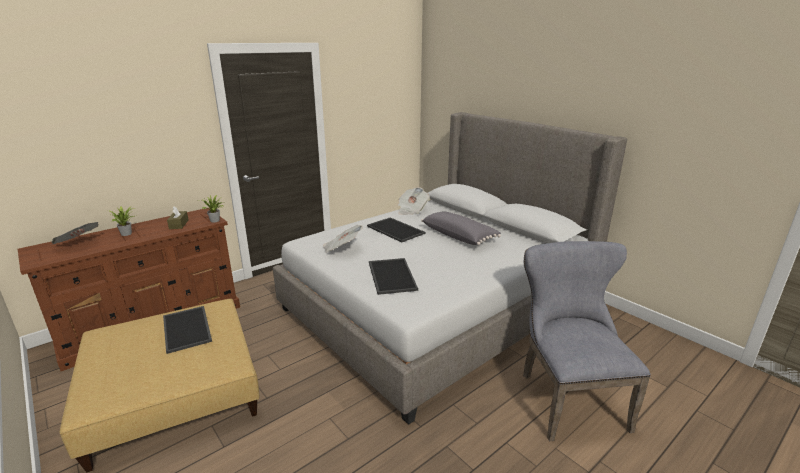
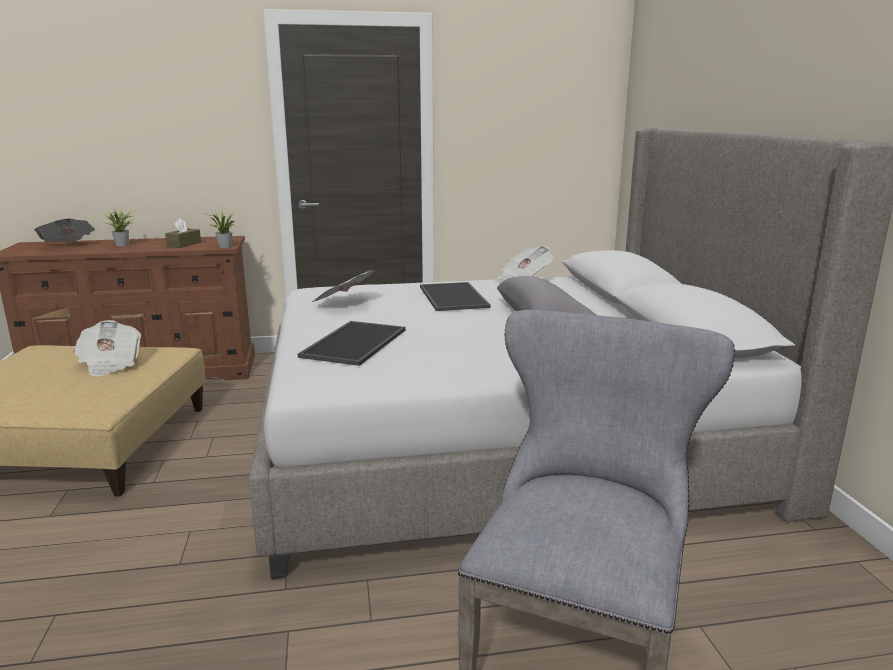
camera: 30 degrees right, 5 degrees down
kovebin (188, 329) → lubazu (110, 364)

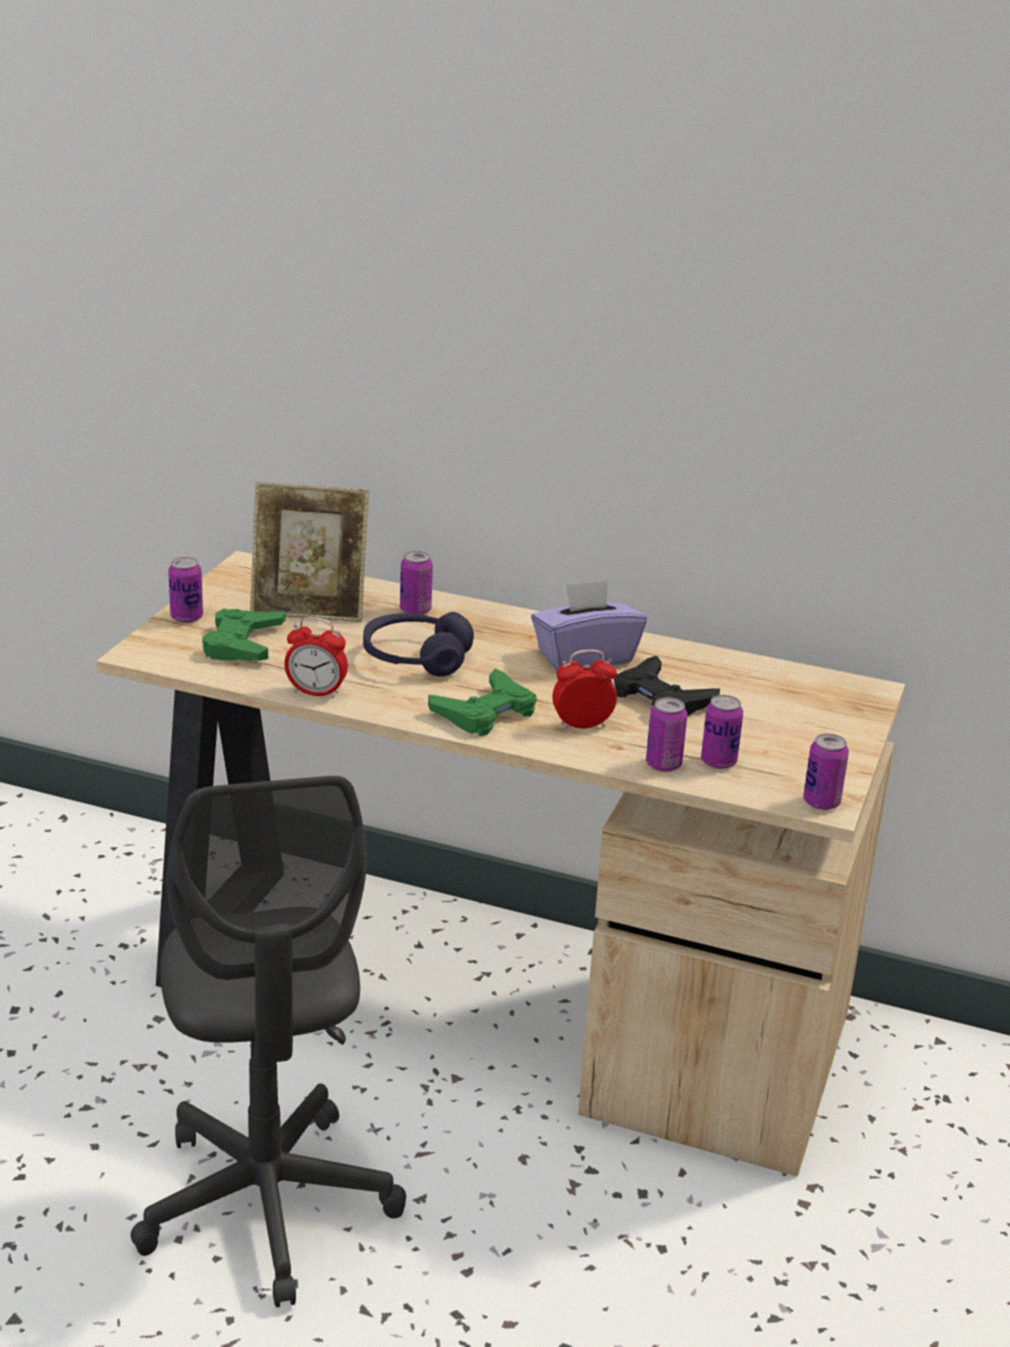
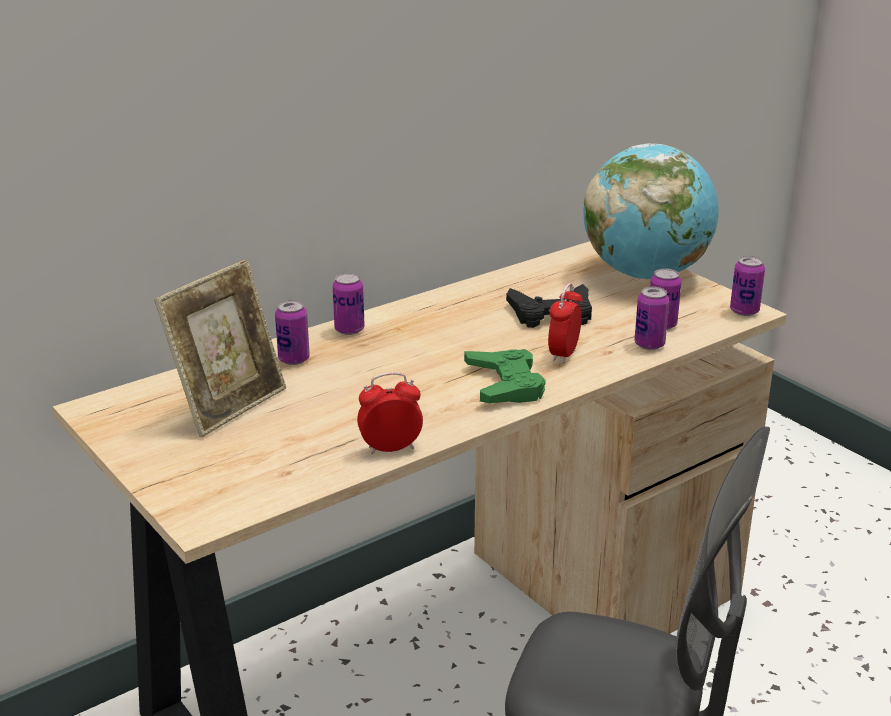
camera: 55 degrees left, 0 degrees up
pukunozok (186, 617) → pukunozok (349, 329), move
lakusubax (316, 692) → lakusubax (391, 448), 150 degrees counterclockwise
- → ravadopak (645, 274)
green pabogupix (243, 644) → -
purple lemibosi (416, 659) → -
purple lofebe (585, 657) → -

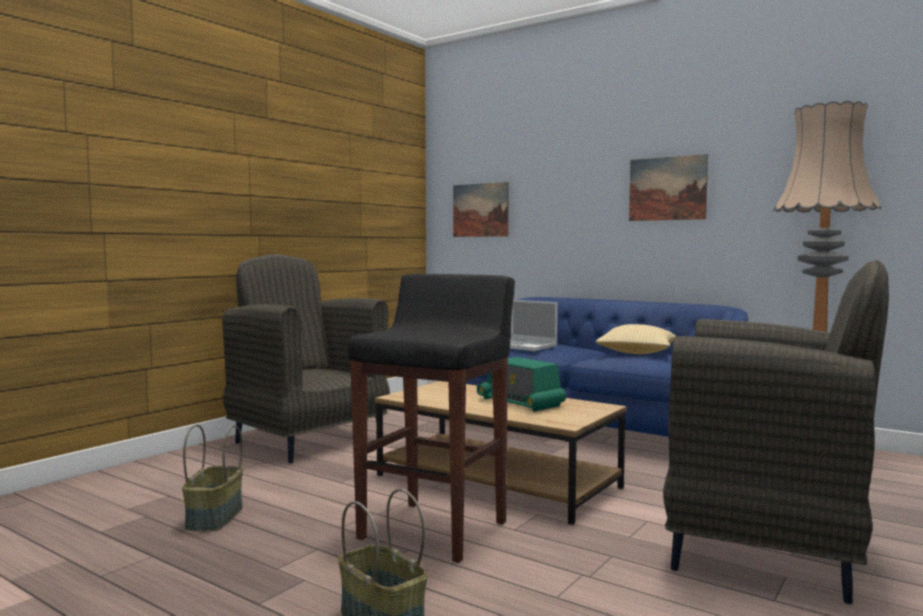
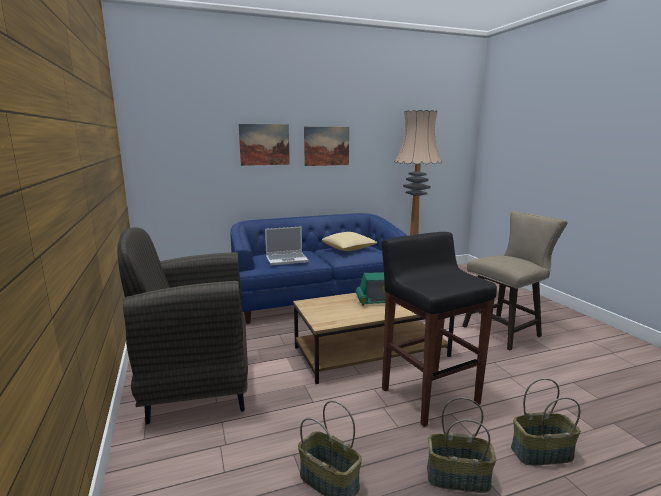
camera: 55 degrees left, 10 degrees up
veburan (480, 210) → veburan (264, 144), move
- → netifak (457, 478)
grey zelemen (766, 550) → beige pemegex (505, 330)

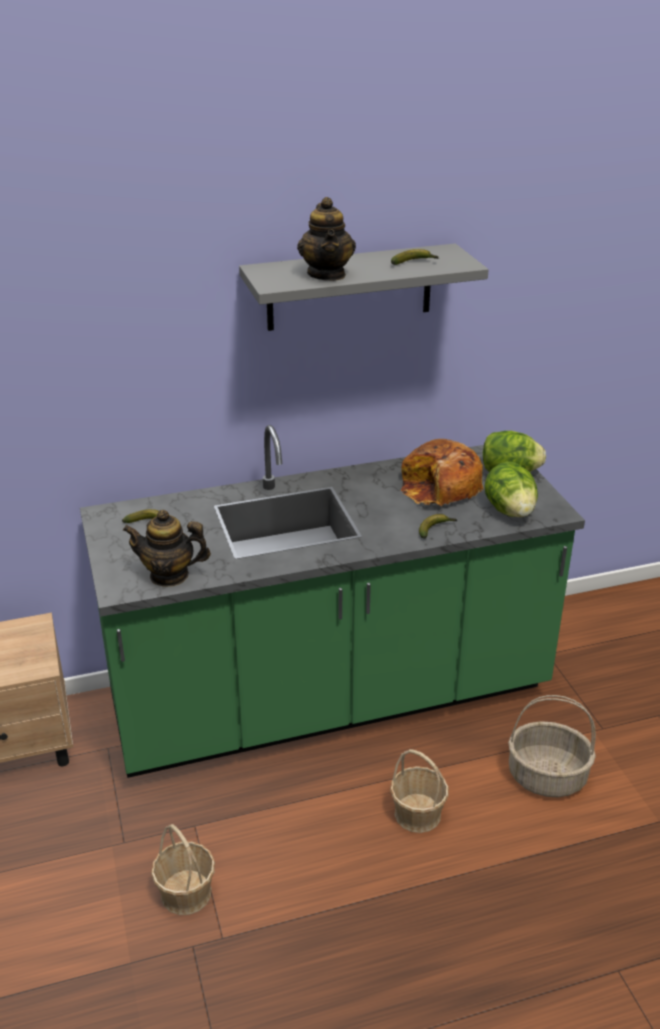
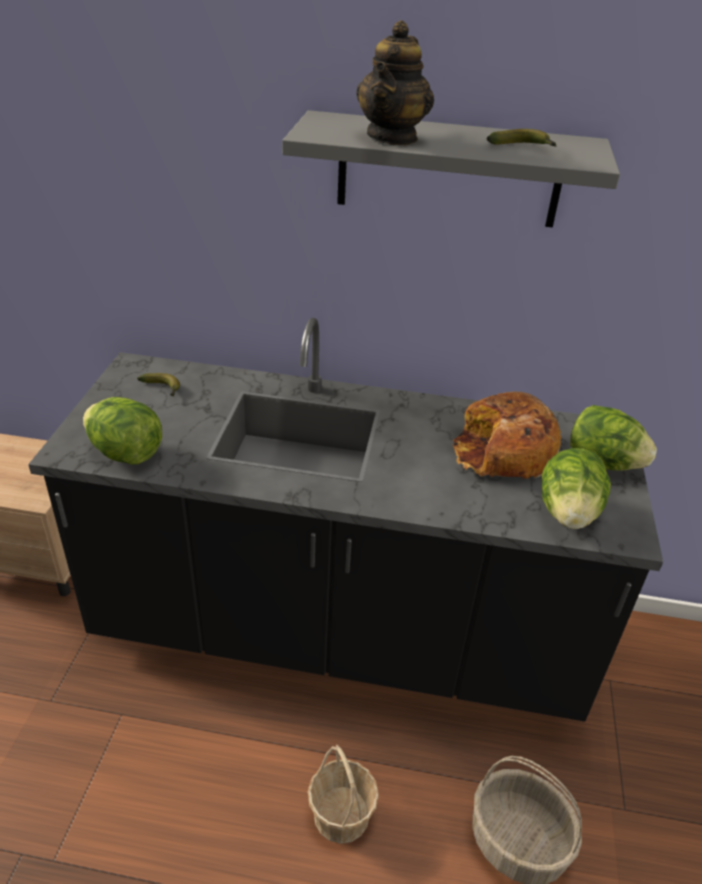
camera: 25 degrees right, 5 degrees up
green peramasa (330, 700) → black peramasa (339, 633)
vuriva (169, 575) → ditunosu (126, 453)
netifak (186, 892) → -
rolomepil (436, 529) → -

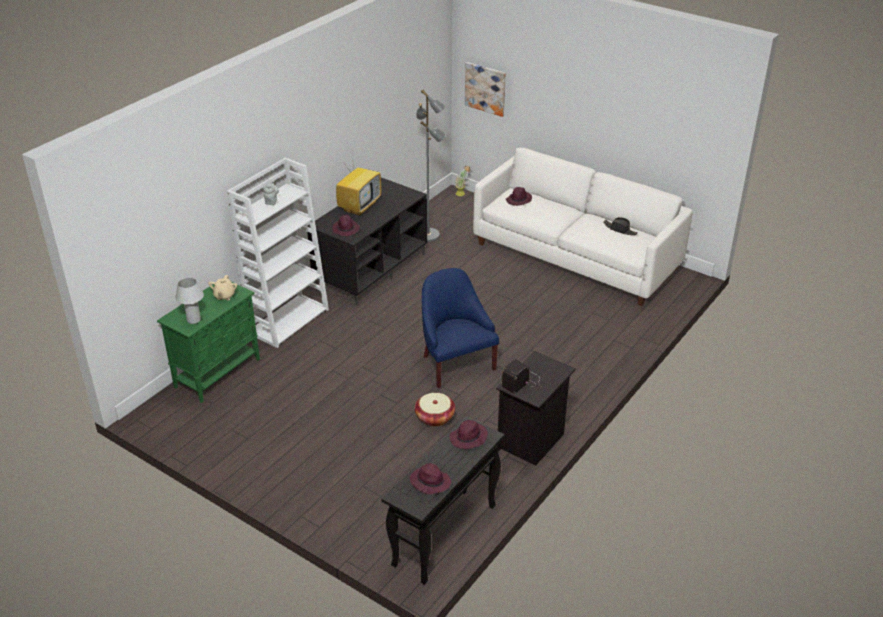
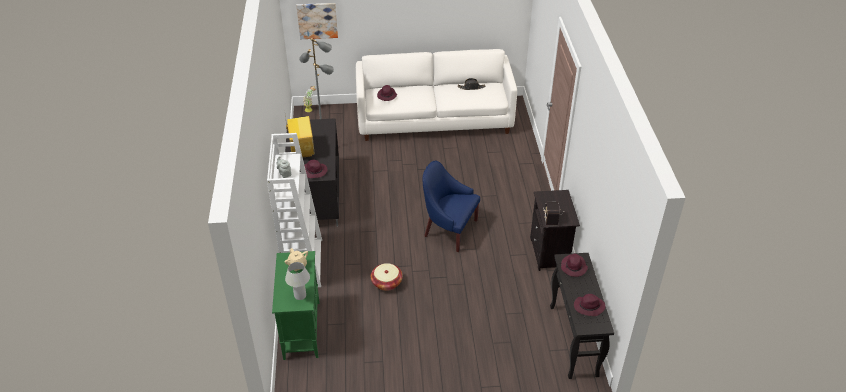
camera: 40 degrees left, 5 degrees up
netifak (434, 417) → netifak (386, 283), move

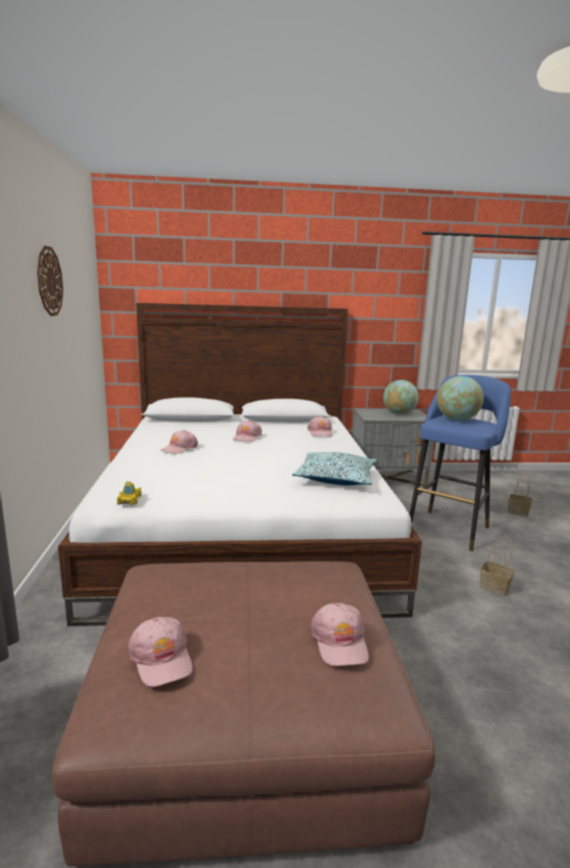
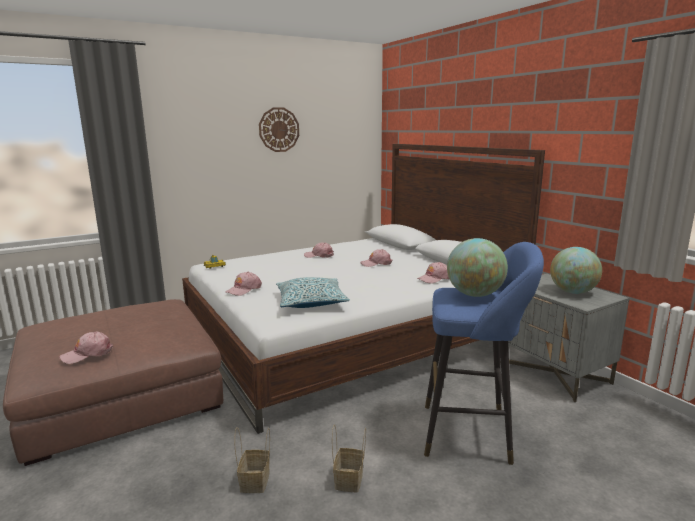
camera: 65 degrees right, 0 degrees up
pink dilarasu (161, 658) → pink dilarasu (243, 289), move
netifak (519, 512) → netifak (255, 482), move

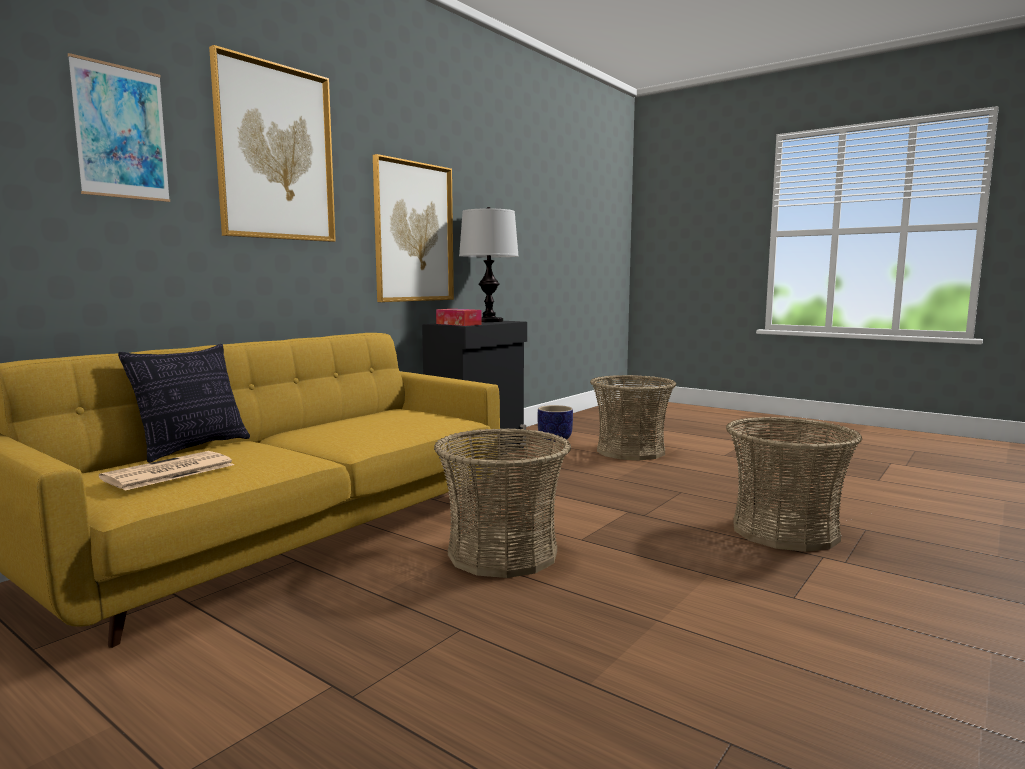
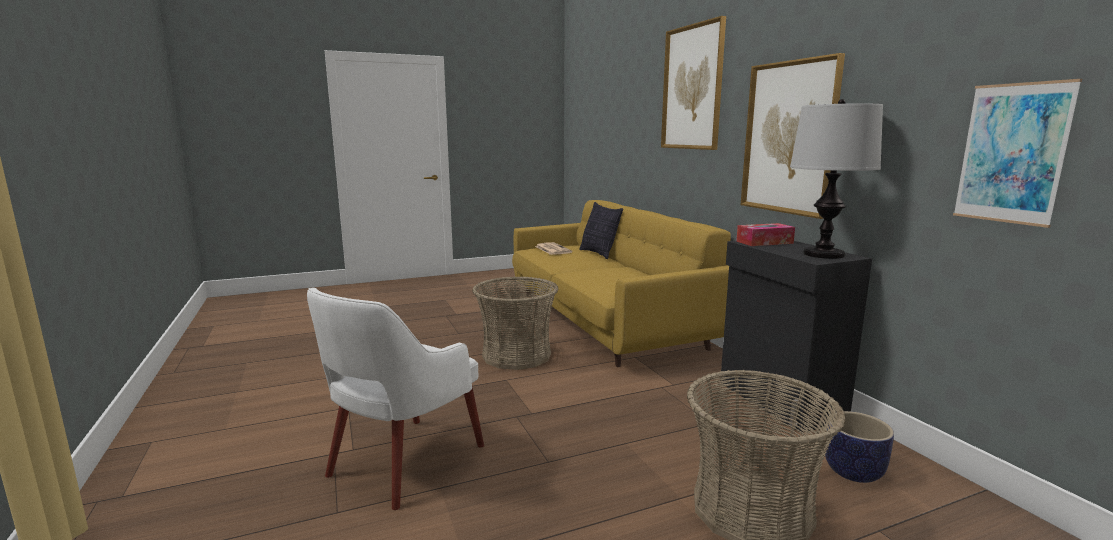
camera: 120 degrees right, 5 degrees up
netifak (785, 531) → white zelemen (403, 462)
veburan (121, 132) → veburan (1012, 153), move

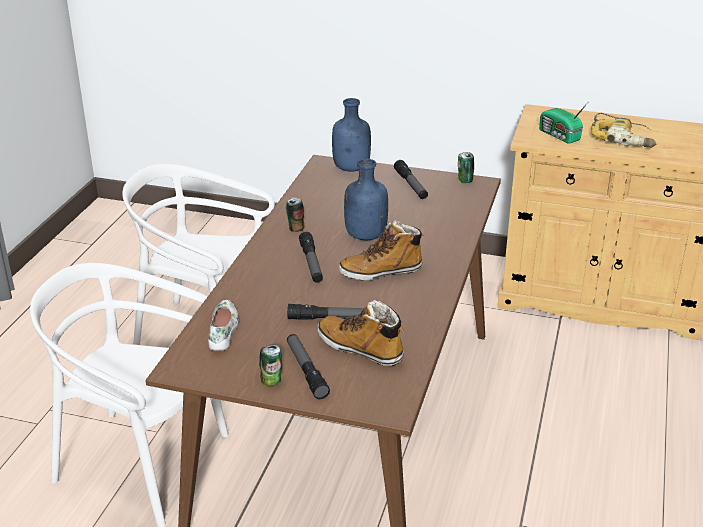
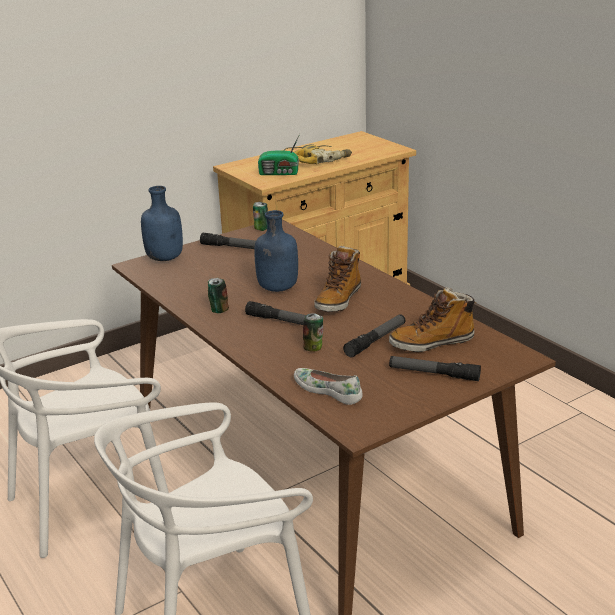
camera: 50 degrees left, 5 degrees down
pukunozok (272, 381) → pukunozok (313, 348), move

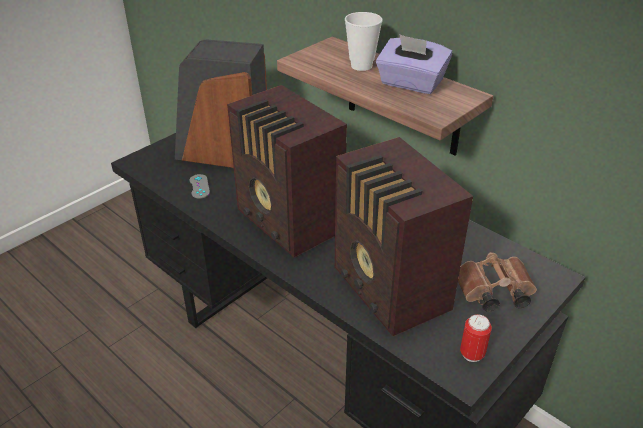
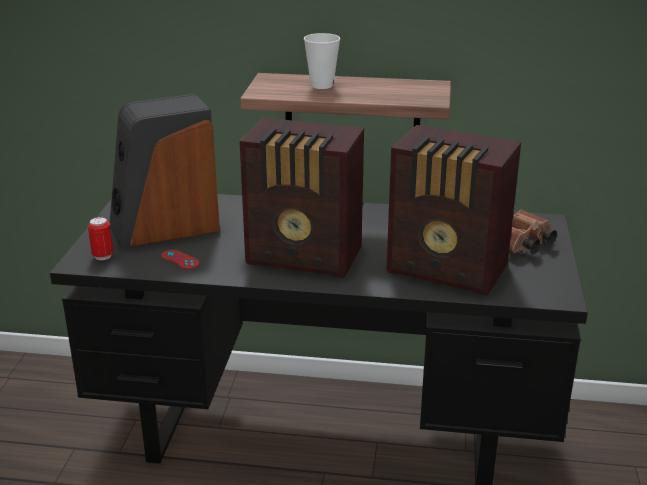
camera: 35 degrees left, 10 degrees down
pukunozok (472, 354) → pukunozok (103, 256), move
grey pabogupix (199, 186) → red pabogupix (180, 260)
purple lofebe (411, 84) → -

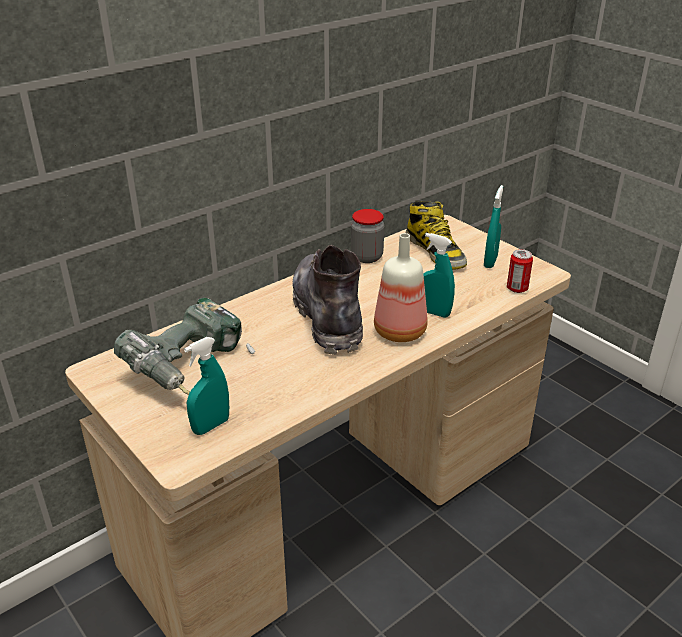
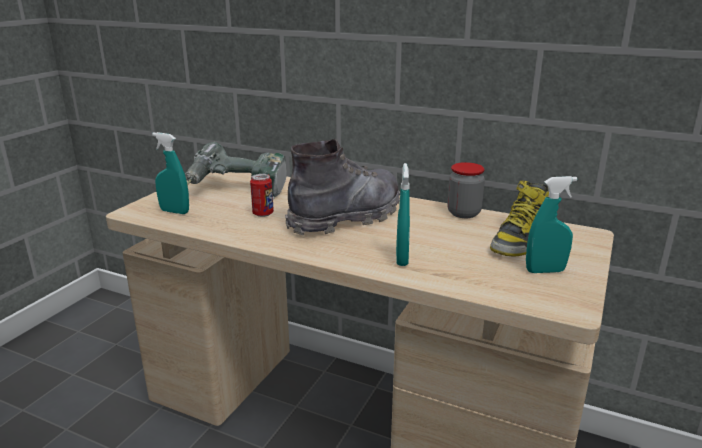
camera: 65 degrees right, 10 degrees down
pukunozok (517, 289) → pukunozok (263, 214), move
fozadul (401, 332) → -

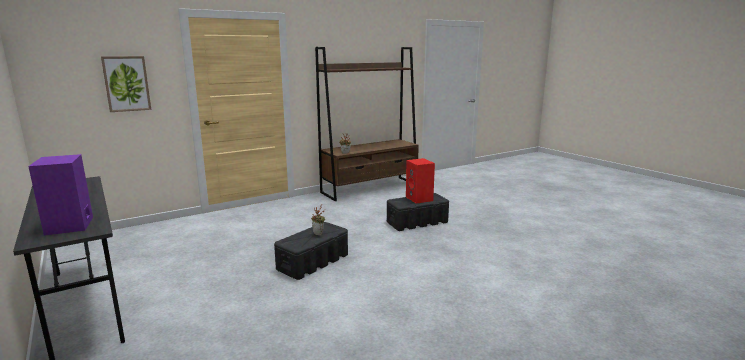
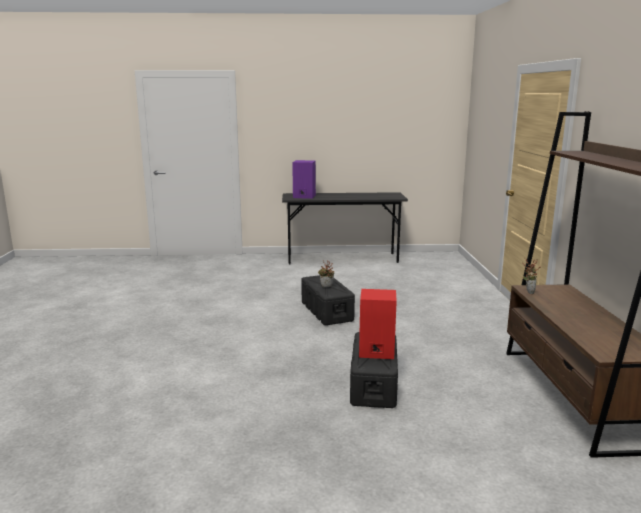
camera: 120 degrees right, 0 degrees up
veburan (126, 83) → -

